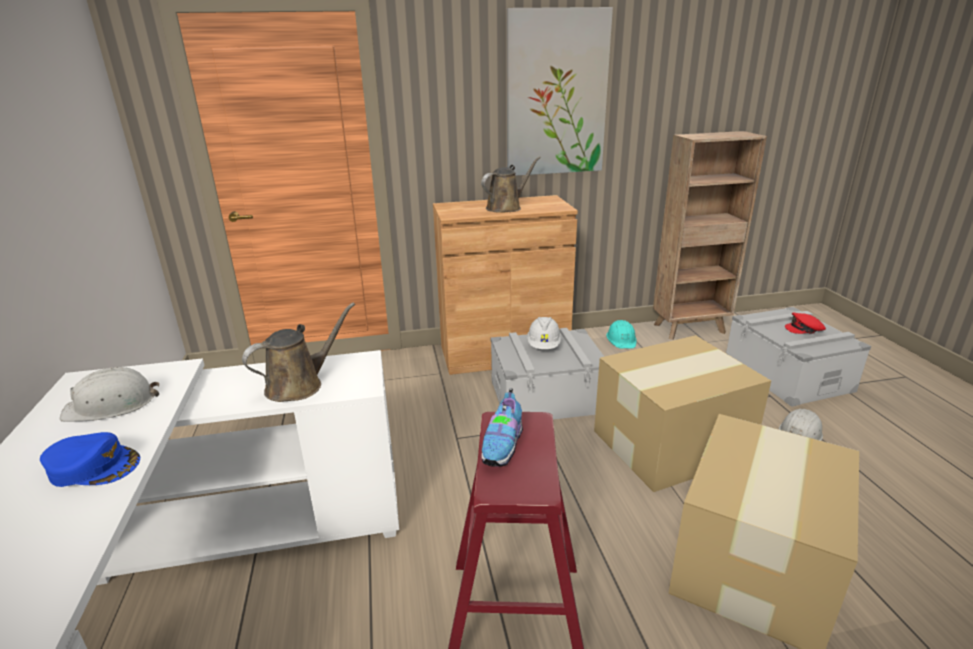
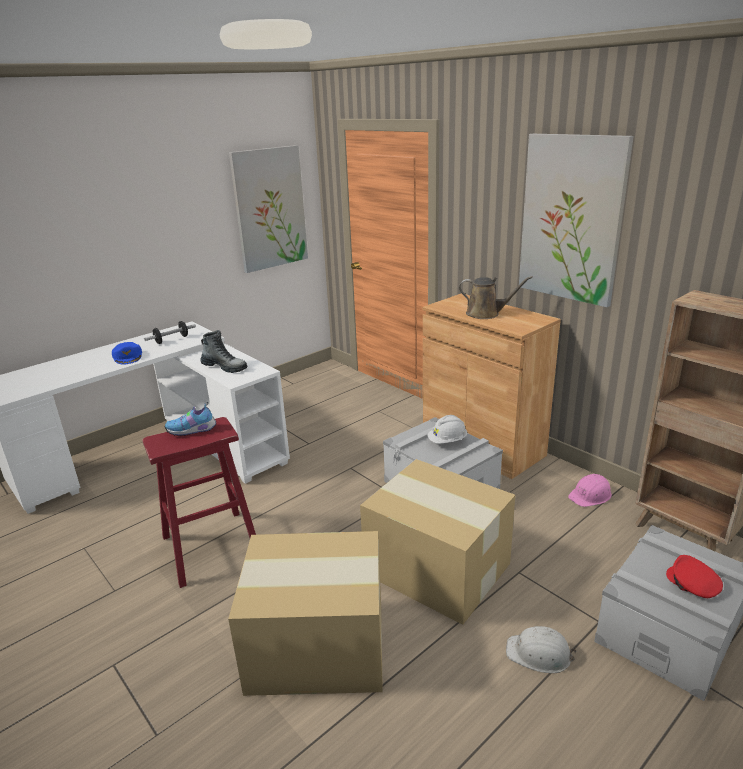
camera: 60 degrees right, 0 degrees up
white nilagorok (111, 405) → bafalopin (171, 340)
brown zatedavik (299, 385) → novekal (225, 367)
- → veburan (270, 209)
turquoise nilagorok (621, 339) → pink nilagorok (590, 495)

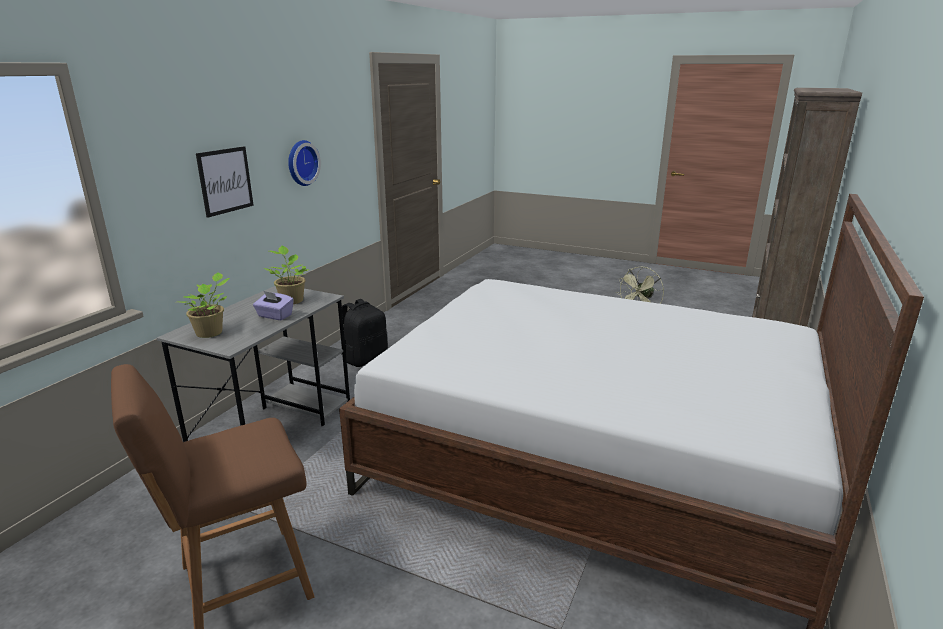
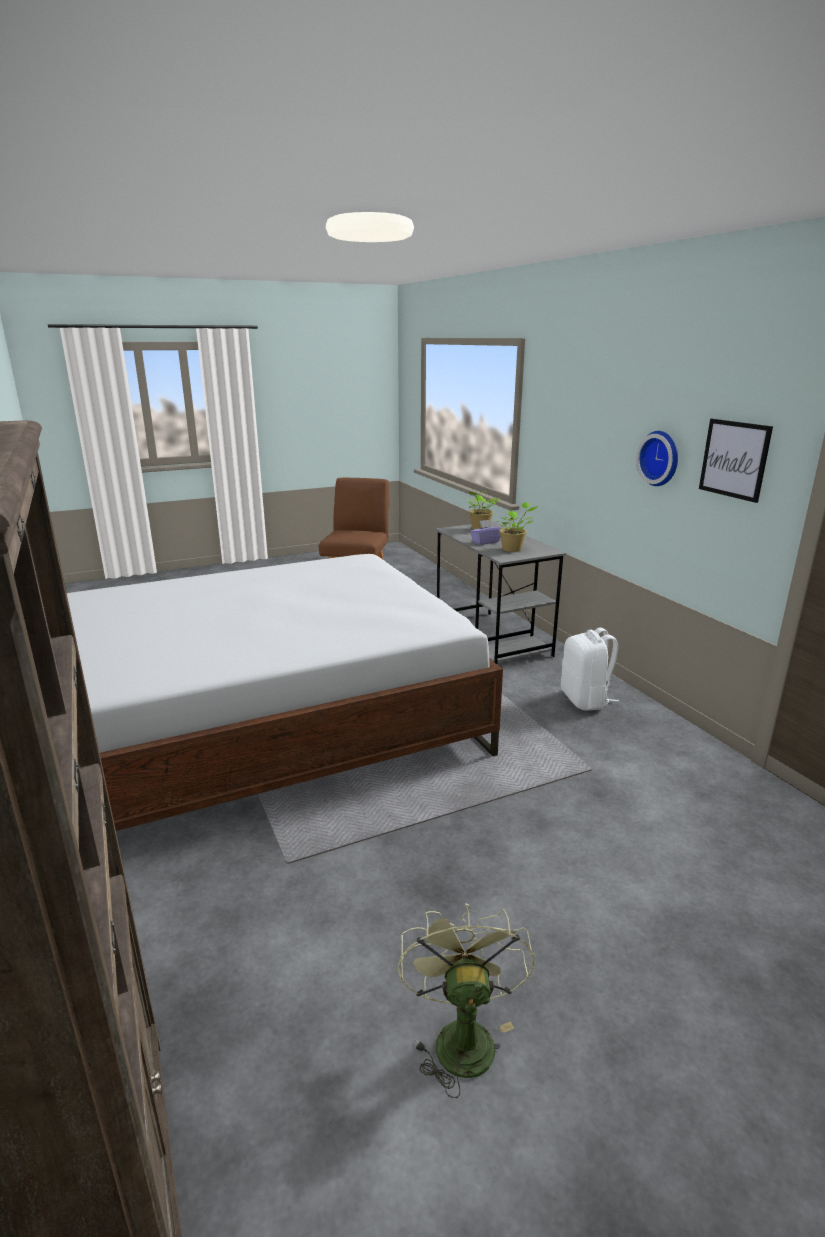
camera: 130 degrees right, 0 degrees up
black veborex (365, 359) → white veborex (585, 700)
veburan (225, 181) → veburan (734, 459), move

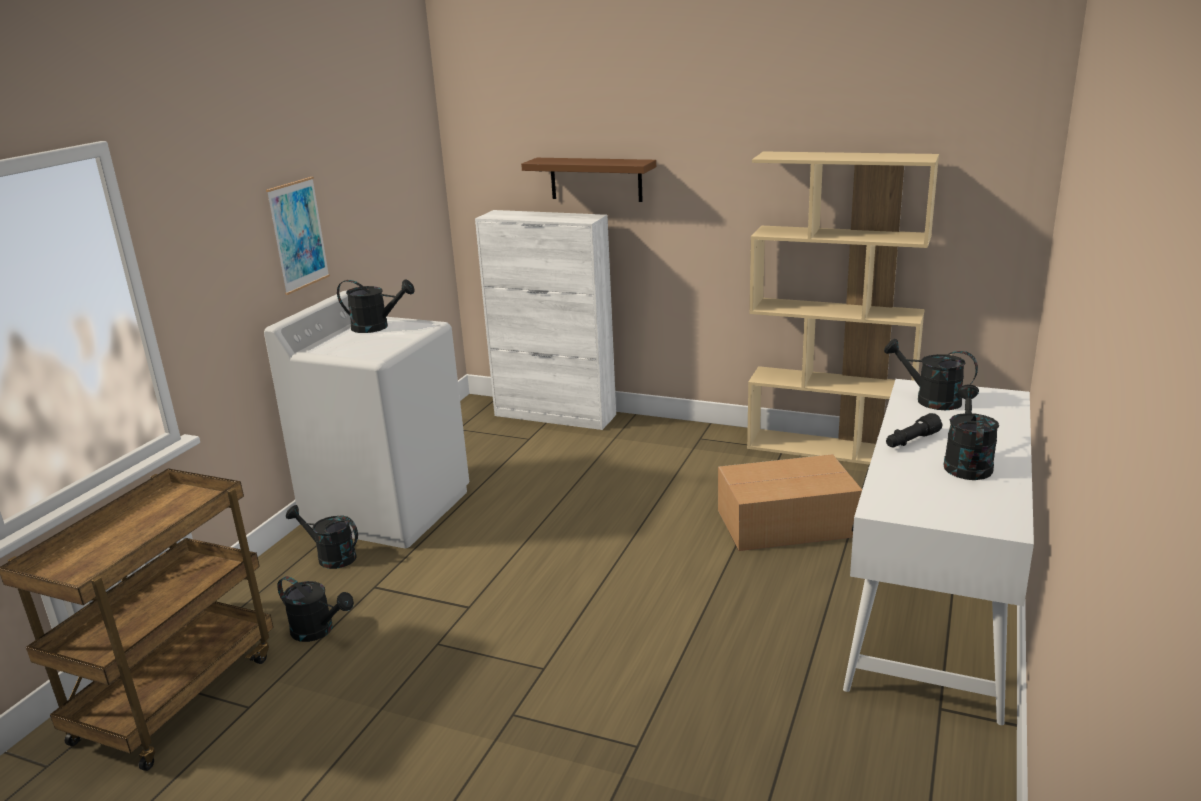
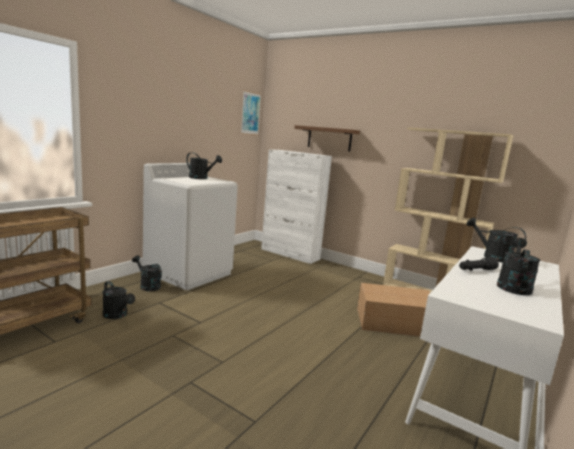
camera: 10 degrees right, 10 degrees down
veburan (298, 235) → veburan (250, 113), move

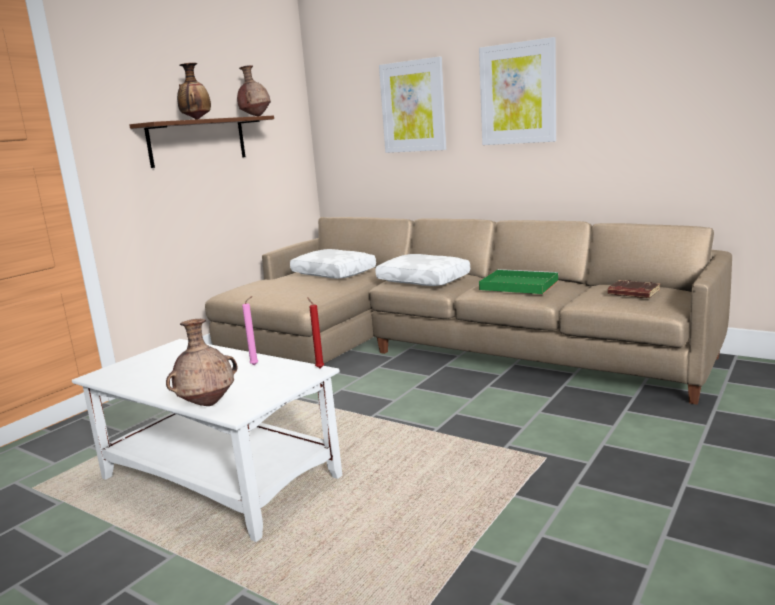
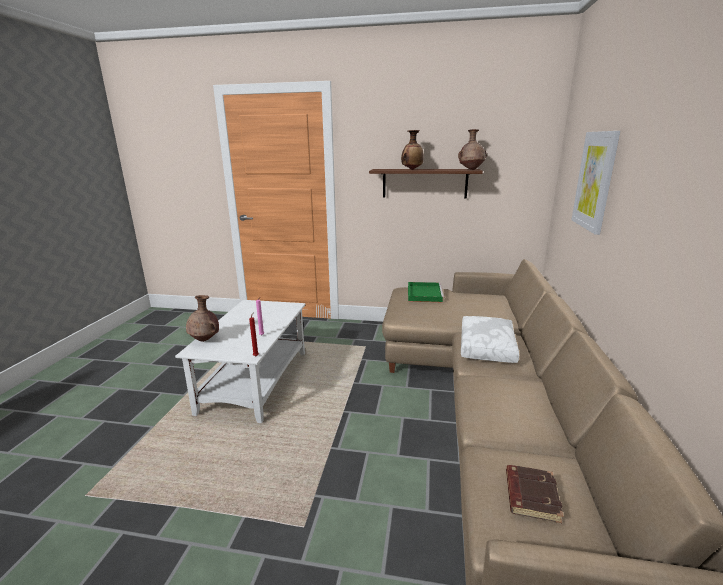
camera: 65 degrees right, 5 degrees up
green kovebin (517, 285) → green kovebin (424, 294), move
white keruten (335, 273) → -
veburan (518, 93) → -

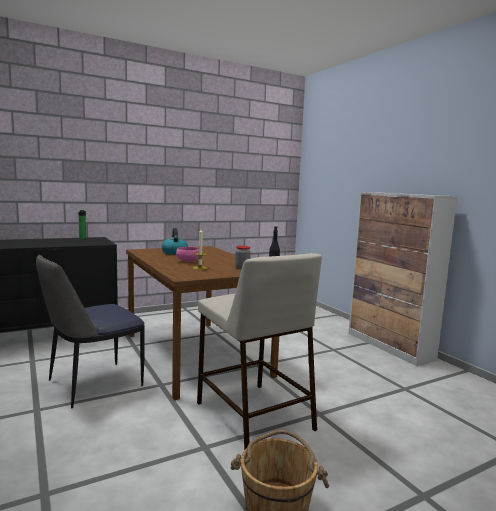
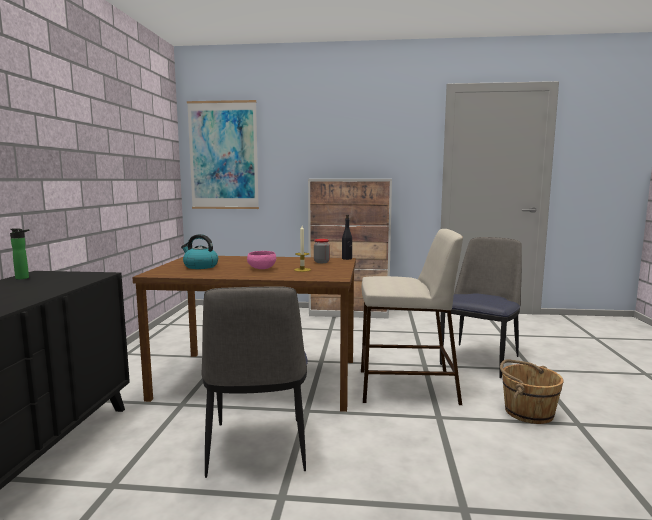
camera: 55 degrees left, 0 degrees up
- → veburan (223, 155)
- → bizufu (480, 359)

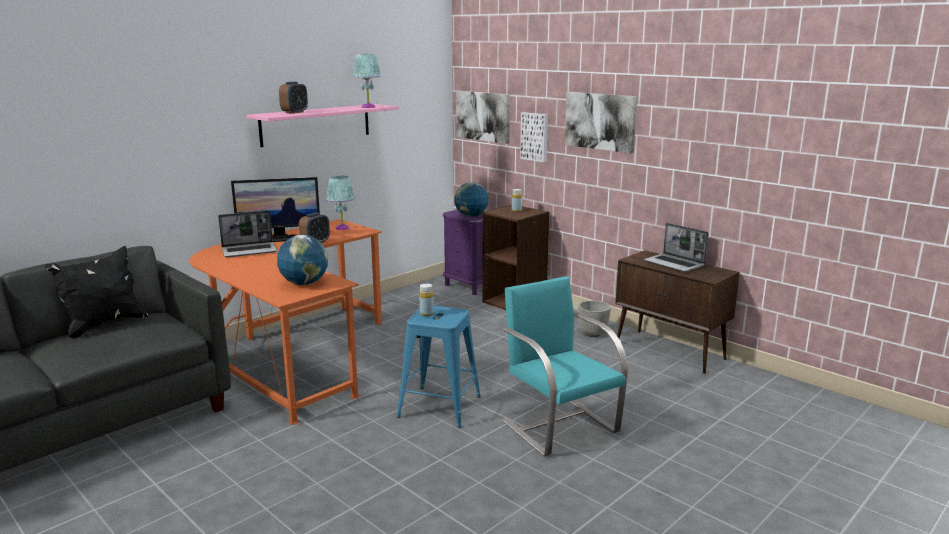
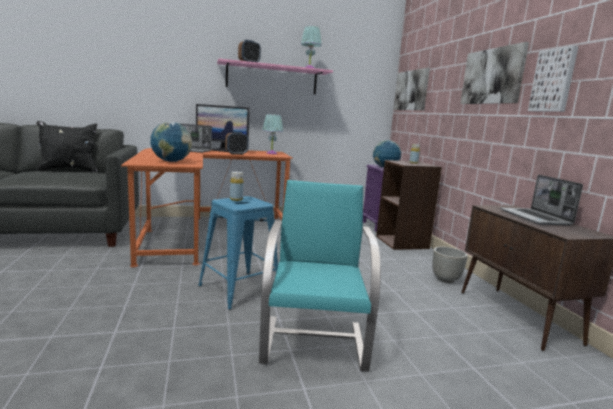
camera: 30 degrees right, 5 degrees down
veburan (535, 136) → veburan (554, 80), move

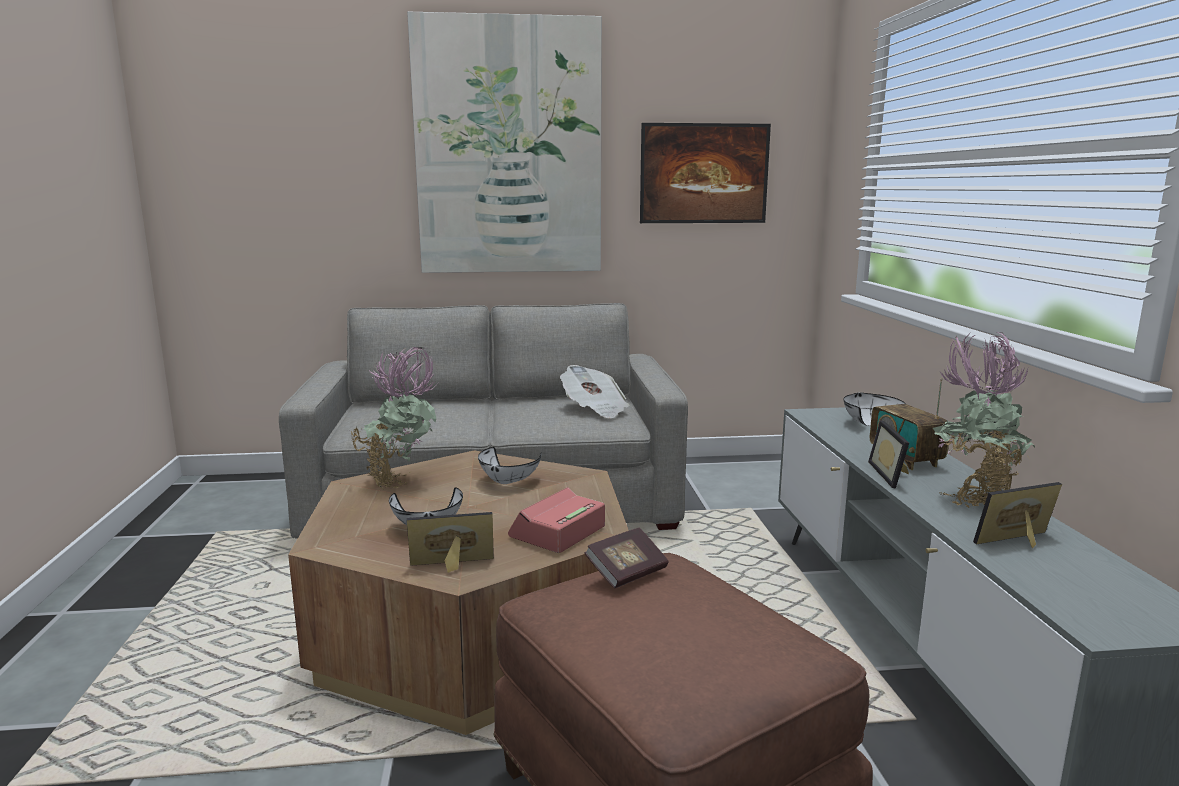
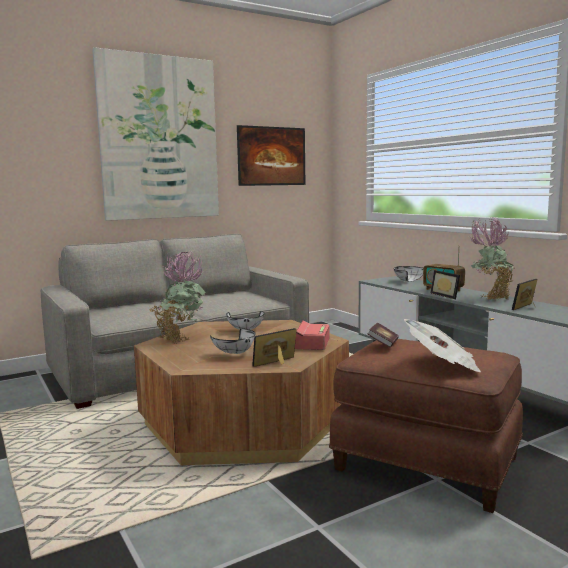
camera: 25 degrees left, 5 degrees down
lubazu (594, 409) → lubazu (442, 364), move

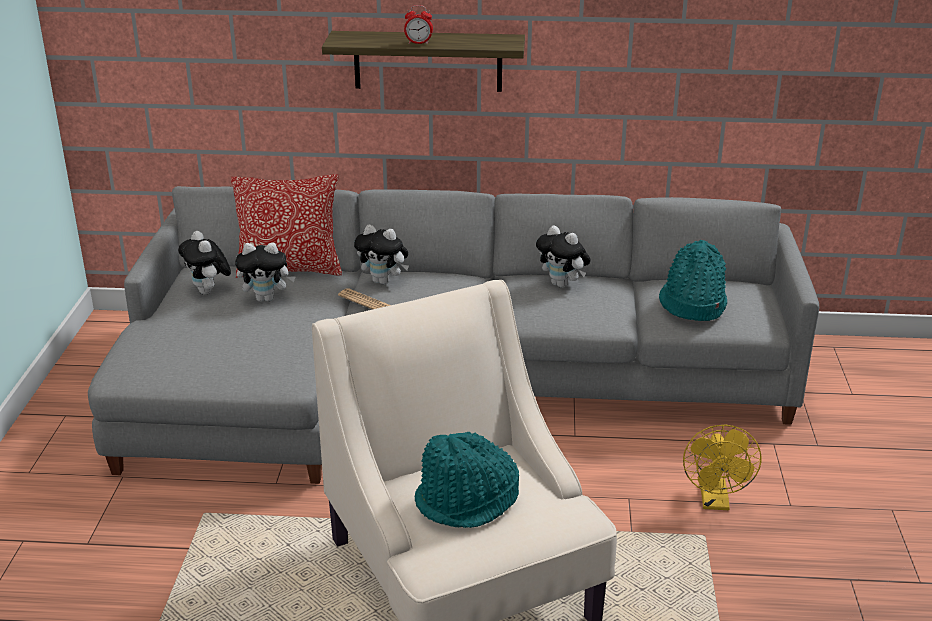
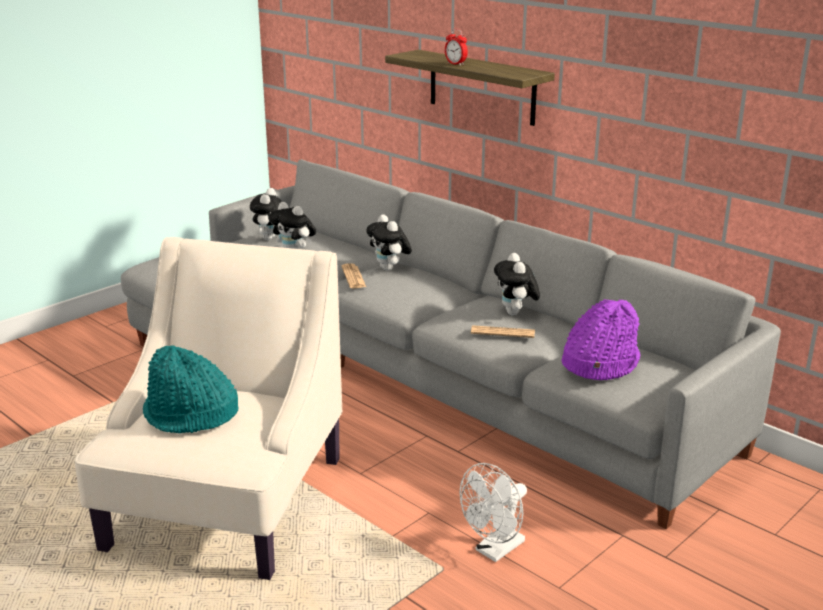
camera: 40 degrees right, 5 degrees down
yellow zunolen (715, 501) → white zunolen (495, 550)
- → lubazu (502, 332)
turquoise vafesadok (691, 304) → purple vafesadok (599, 363)
keruten (290, 269) → -

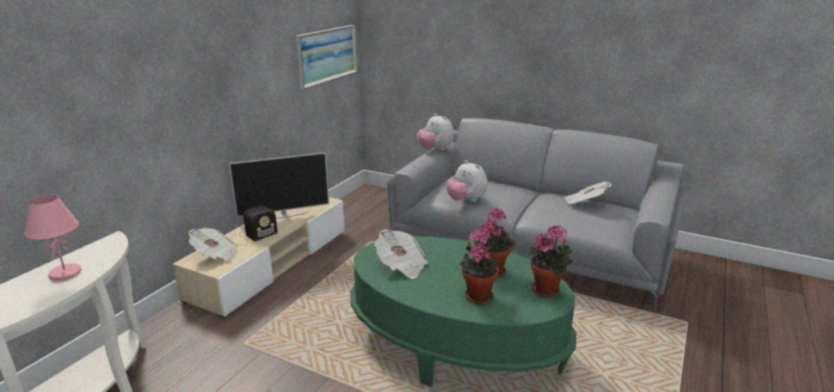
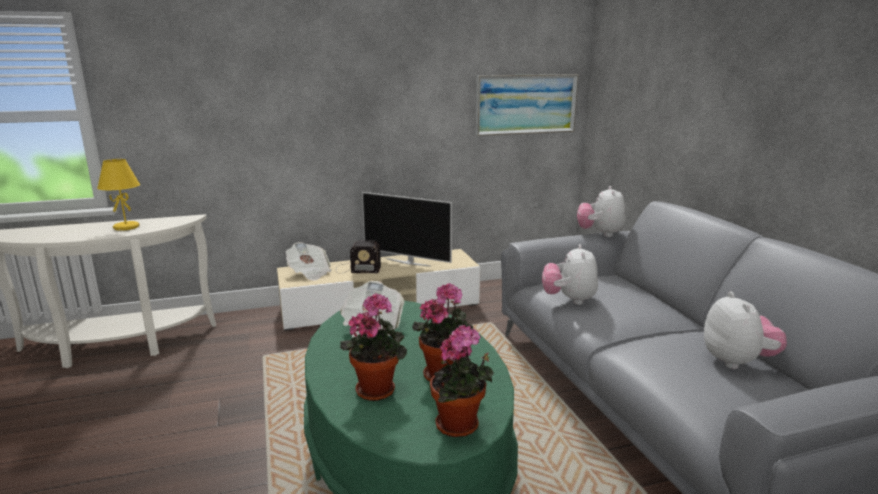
camera: 45 degrees right, 5 degrees down
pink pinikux (65, 273) → yellow pinikux (127, 227)
lubazu (585, 203) → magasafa (737, 362)

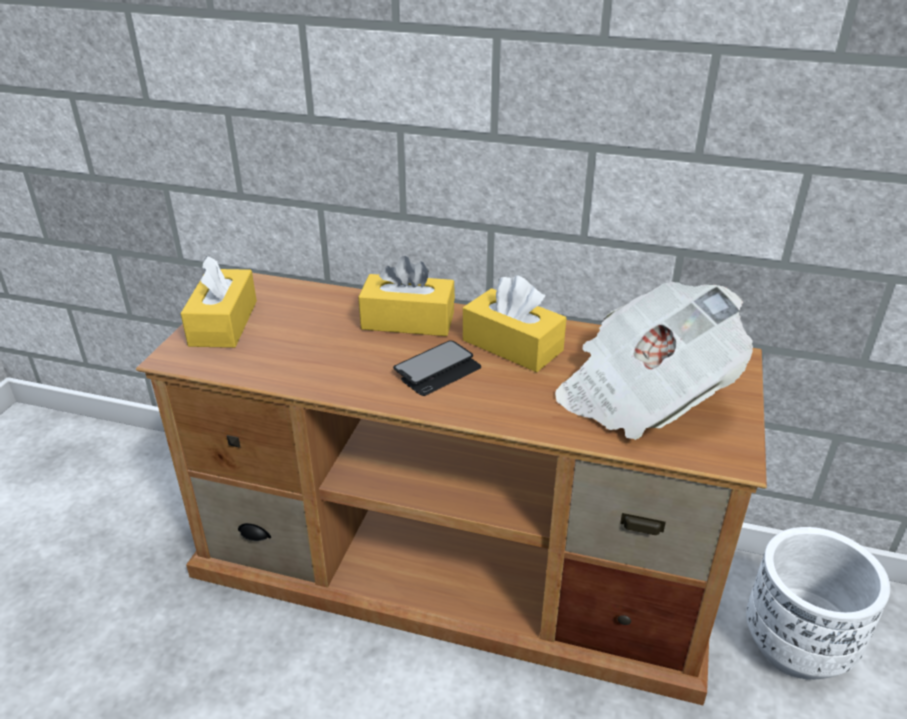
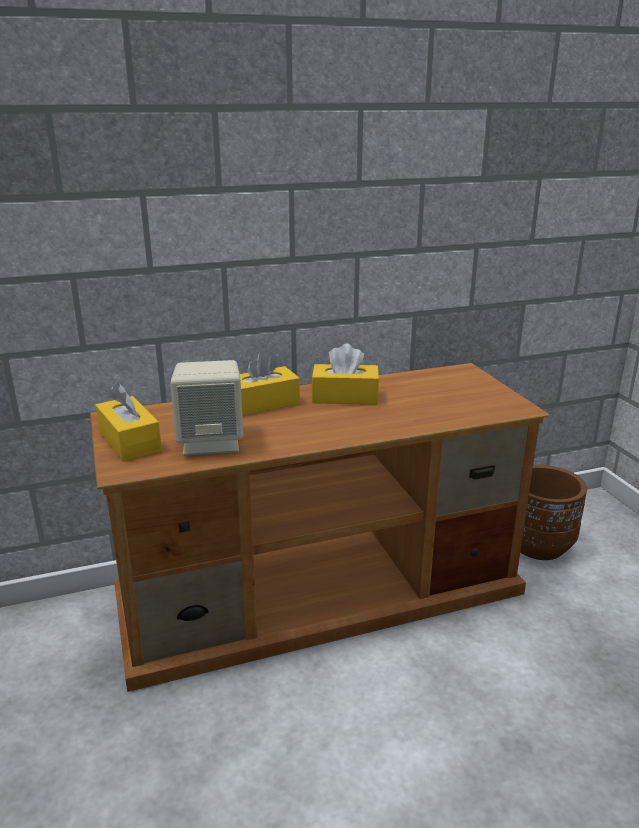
camera: 35 degrees left, 10 degrees down
- → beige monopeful (211, 442)
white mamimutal (796, 646) → brown mamimutal (538, 545)
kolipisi (437, 370) → -
lubazu (642, 395) → -

